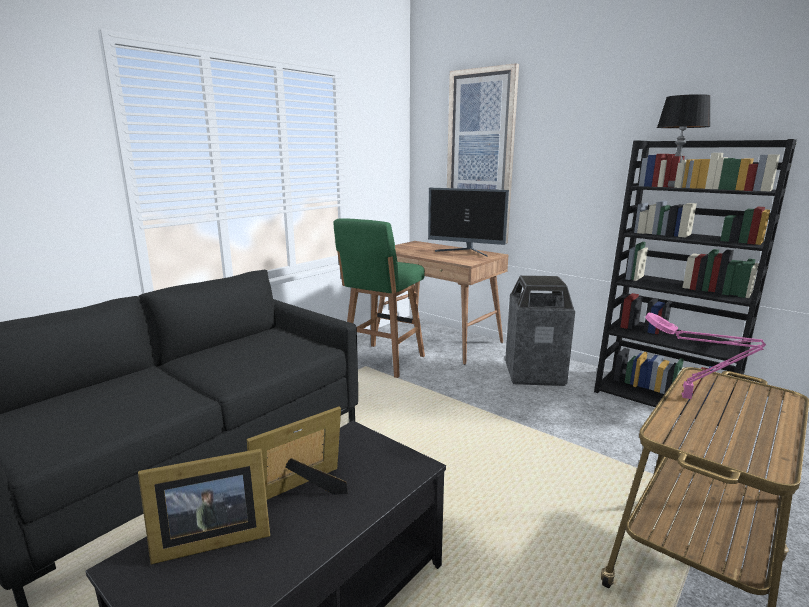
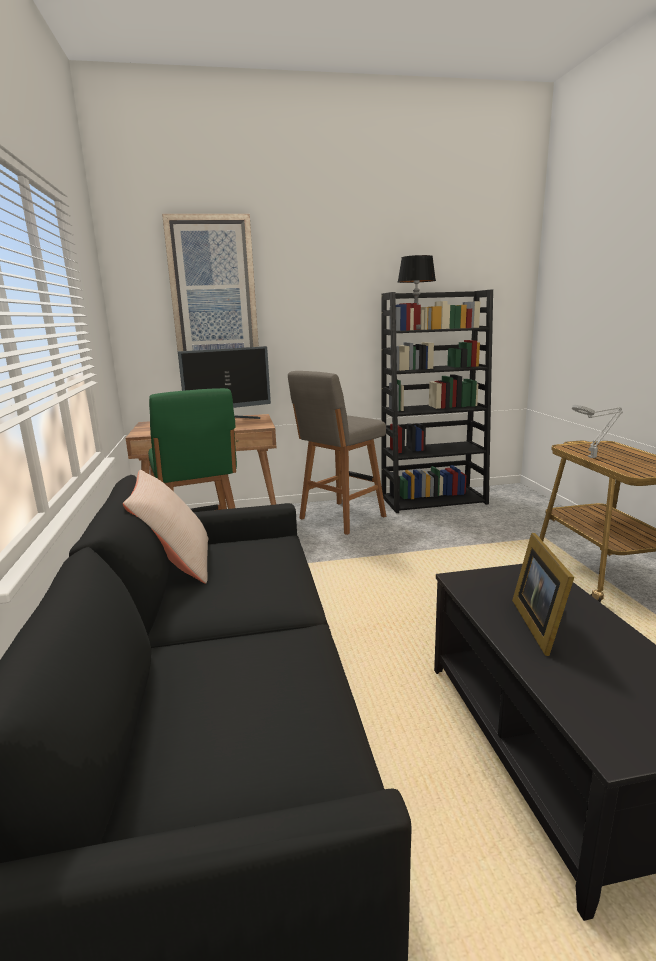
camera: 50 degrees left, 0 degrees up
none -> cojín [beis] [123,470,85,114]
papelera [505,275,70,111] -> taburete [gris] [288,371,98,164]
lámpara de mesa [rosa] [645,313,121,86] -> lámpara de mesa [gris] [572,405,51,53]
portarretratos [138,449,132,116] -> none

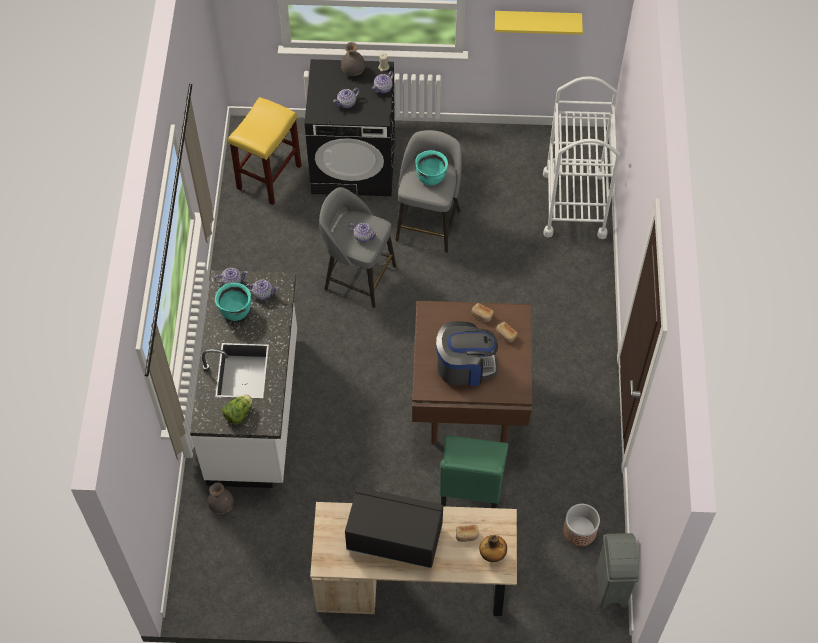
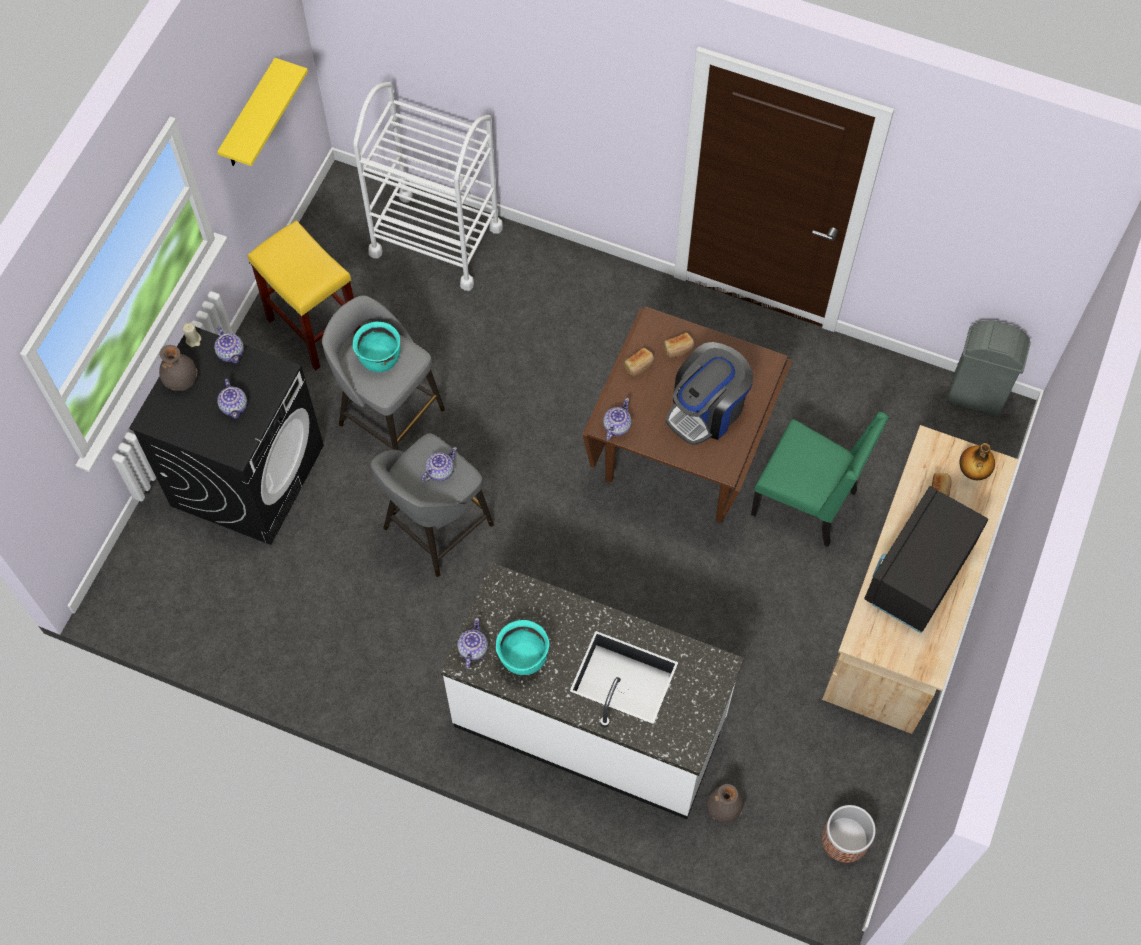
camera: 70 degrees left, 5 degrees up
taburete [amarillo] [228,97,74,108] -> taburete [amarillo] [248,220,113,151], relocated
tetera [246,280,33,20] -> tetera [603,398,29,42], relocated
cafetera [436,321,62,65] -> cafetera [666,342,88,103], 150 degrees counterclockwise
maceta [563,504,37,43] -> maceta [822,805,54,58], relocated
lechuga [222,395,31,30] -> none

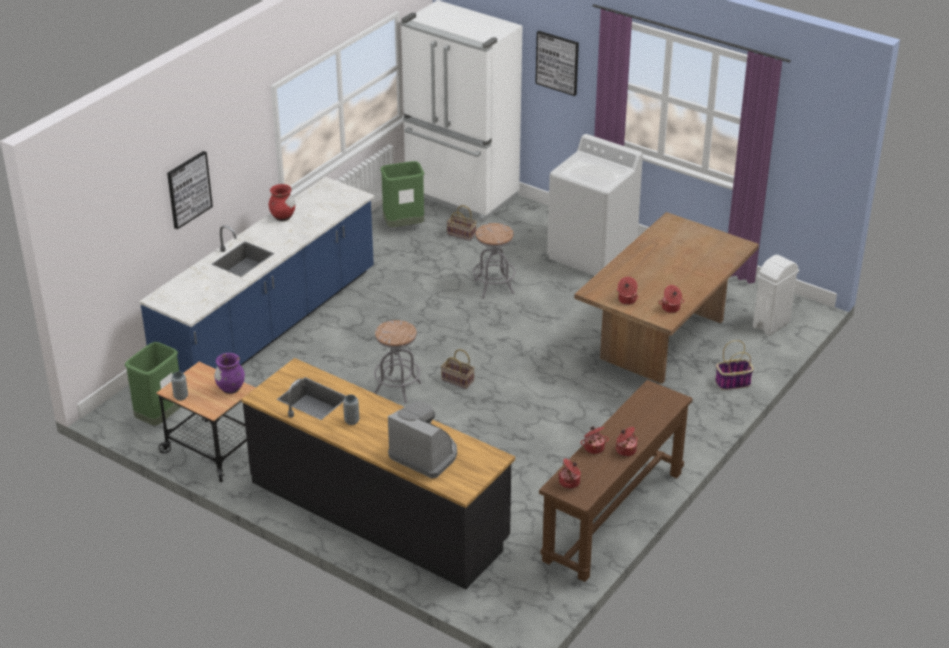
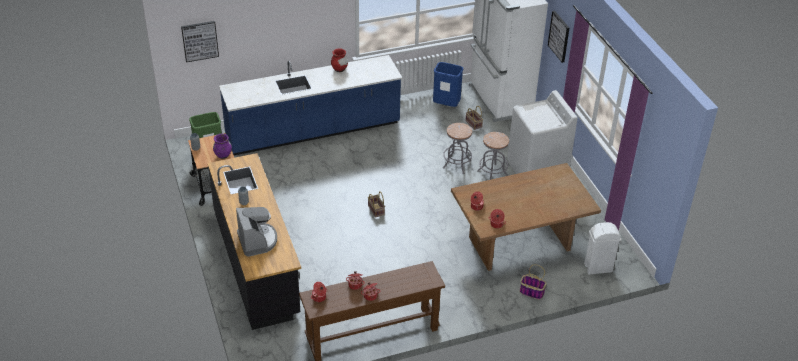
camera: 35 degrees right, 5 degrees up
cuadro [167,151,46,79] -> cuadro [181,21,38,41], relocated
papelera [verde] [380,161,44,66] -> papelera [azul] [433,62,31,45]
taburete [gris] [374,320,48,83] -> taburete [gris] [477,132,32,48], relocated

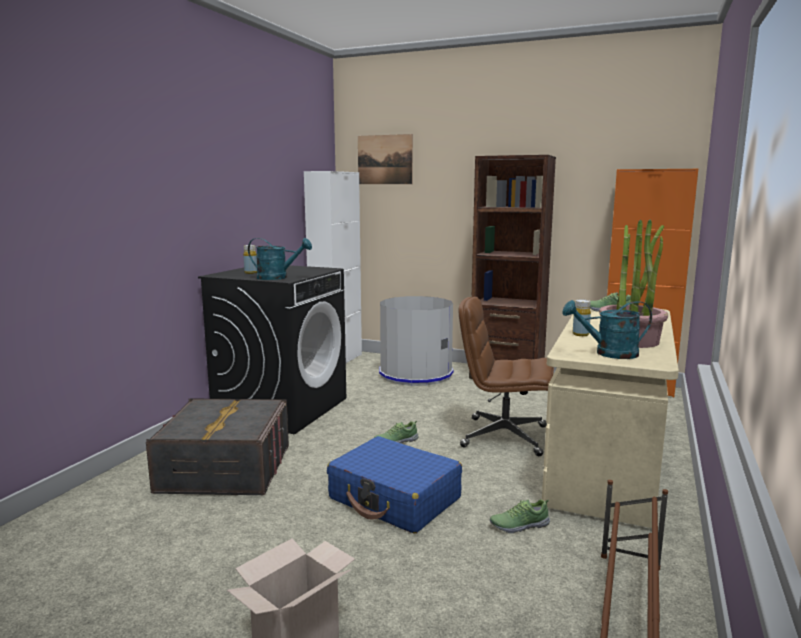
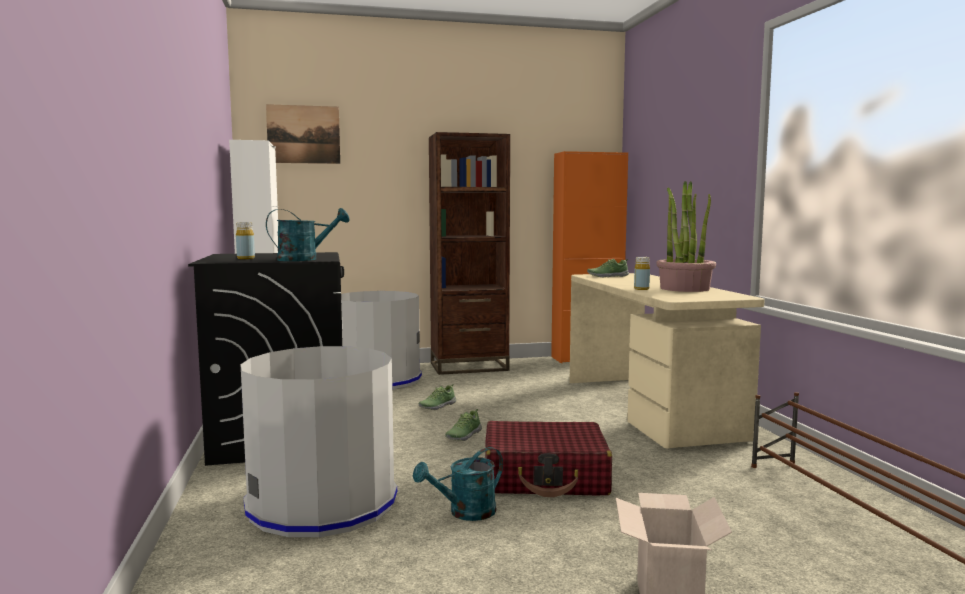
camera: 35 degrees left, 5 degrees down
caja de almacenaje [gris] [146,399,143,96] -> papelera [gris] [240,346,157,191]
regadera [turquesa] [563,300,89,59] -> regadera [turquesa] [413,447,90,74], relocated
zapato [490,499,60,34] -> zapato [419,384,37,26], relocated
maleta [azul] [327,436,135,98] -> maleta [rojo] [485,421,127,76]
silla de oficina [marrón] [459,297,95,159] -> none

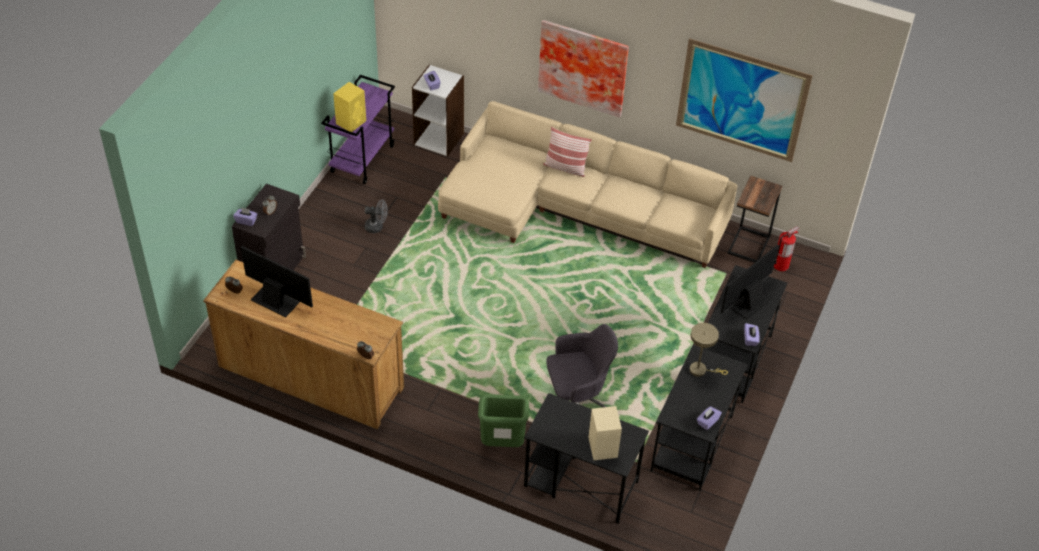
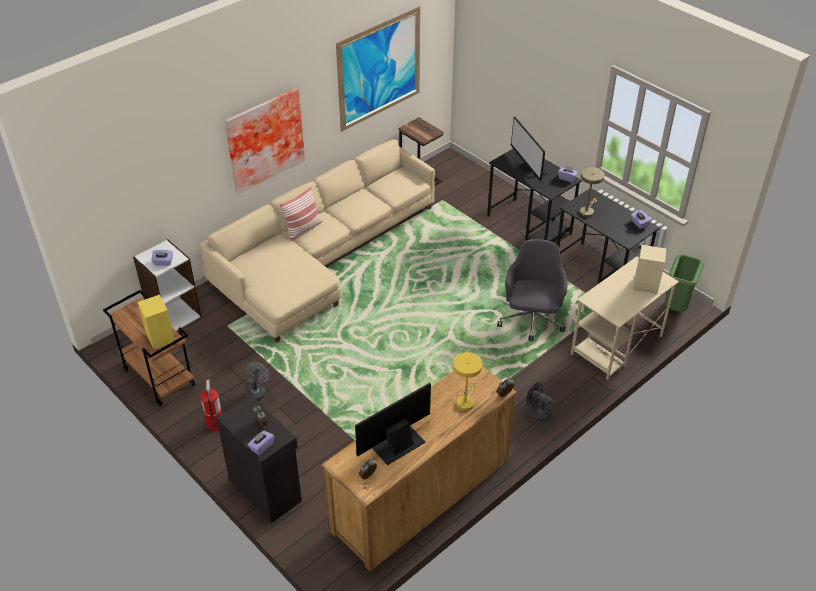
camera: 65 degrees left, 5 degrees down
carrito [morado] [321,75,74,109] -> carrito [marrón] [103,290,92,117]
extintor [774,226,25,45] -> extintor [201,380,21,50], relocated
none -> lámpara de mesa [amarillo] [453,352,30,59]
none -> ventilador [negro] [526,382,26,40]
escritorio [negro] [524,393,125,131] -> escritorio [beis] [571,256,108,124]
papelera [verde] [478,394,51,53] -> papelera [verde] [665,254,39,58], relocated

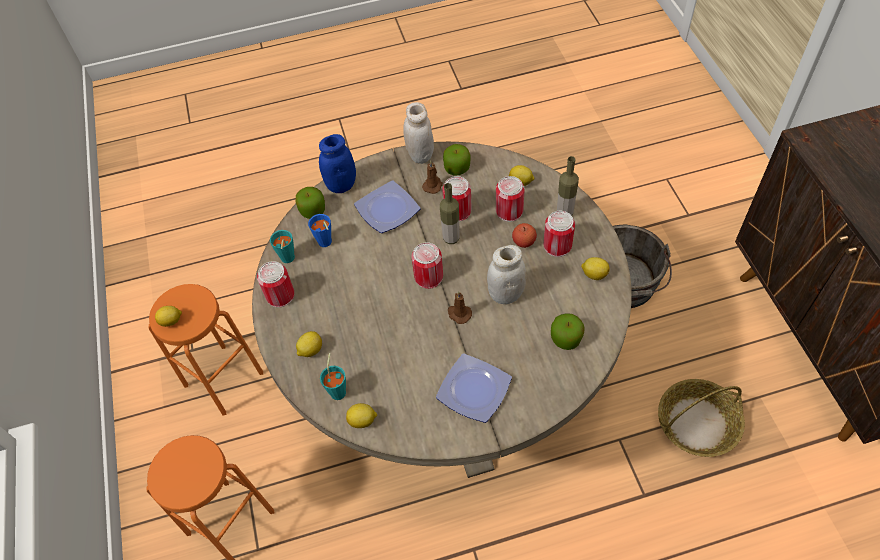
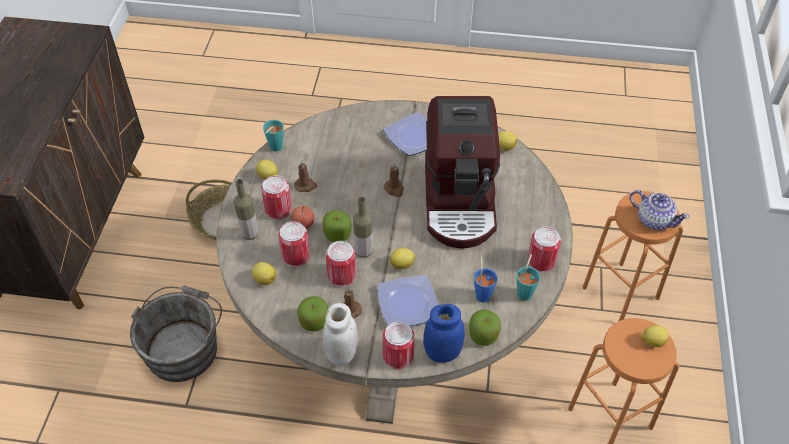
camera: 160 degrees left, 5 degrees down
taza [turquesa] [320,353,26,47] -> taza [turquesa] [263,120,21,31], relocated
none -> vela [marrón] [294,161,24,31]
manzana [551,313,34,37] -> manzana [322,210,29,32], relocated
lata [412,242,31,47] -> lata [383,322,32,47], relocated
limón [296,331,26,26] -> limón [390,248,26,22], relocated
none -> cafetera [425,96,75,153]
none -> tetera [630,190,60,40]
tarro [blanco] [487,245,39,59] -> none

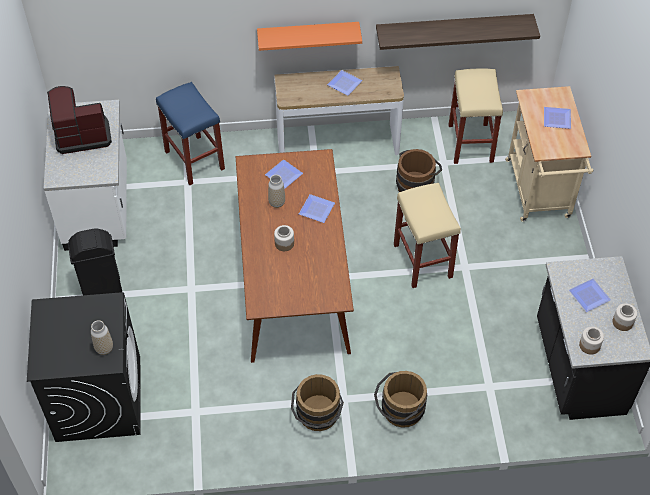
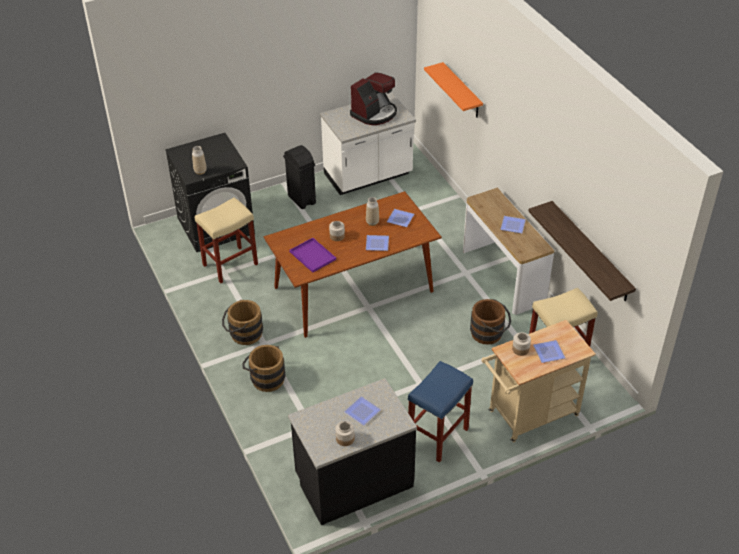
camera: 70 degrees right, 10 degrees down
taburete [beis] [394,183,67,105] -> taburete [beis] [195,197,63,86], relocated
none -> bandeja [morado] [289,238,47,35]
cafetera [47,86,65,68] -> cafetera [350,72,47,53], 75 degrees clockwise
taburete [azul] [156,82,69,103] -> taburete [azul] [408,361,65,102], relocated
estante [naranja] [257,22,105,29] -> estante [naranja] [424,62,59,56], relocated
tarro [579,327,25,28] -> tarro [512,332,19,24], relocated

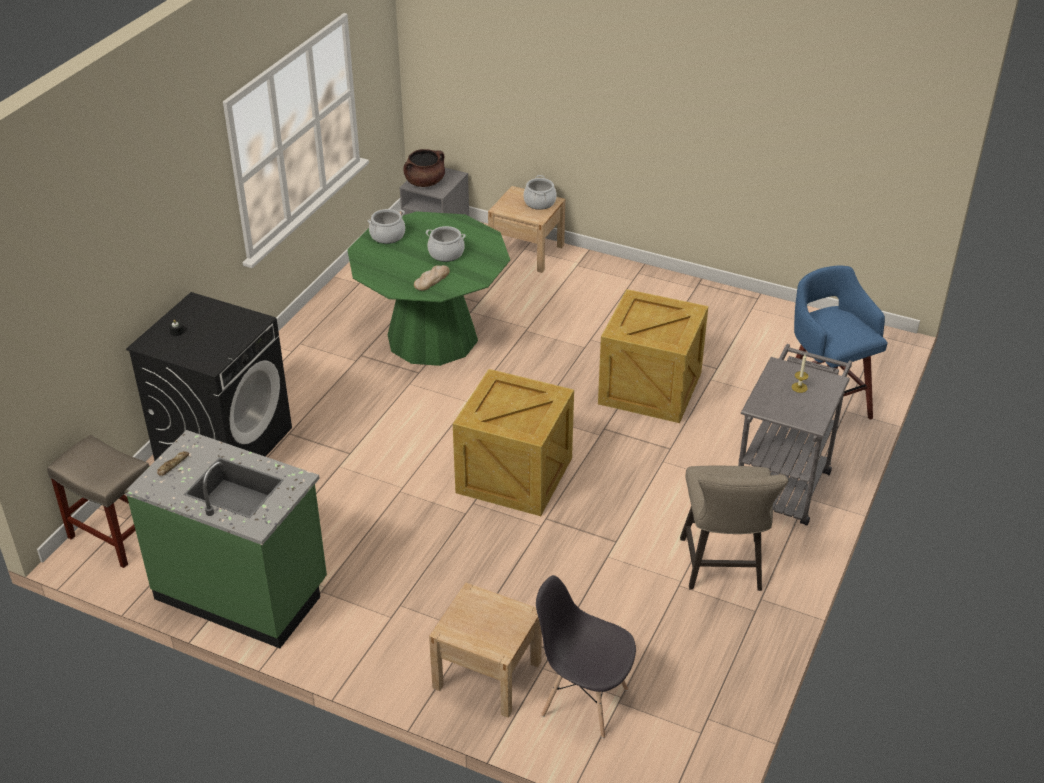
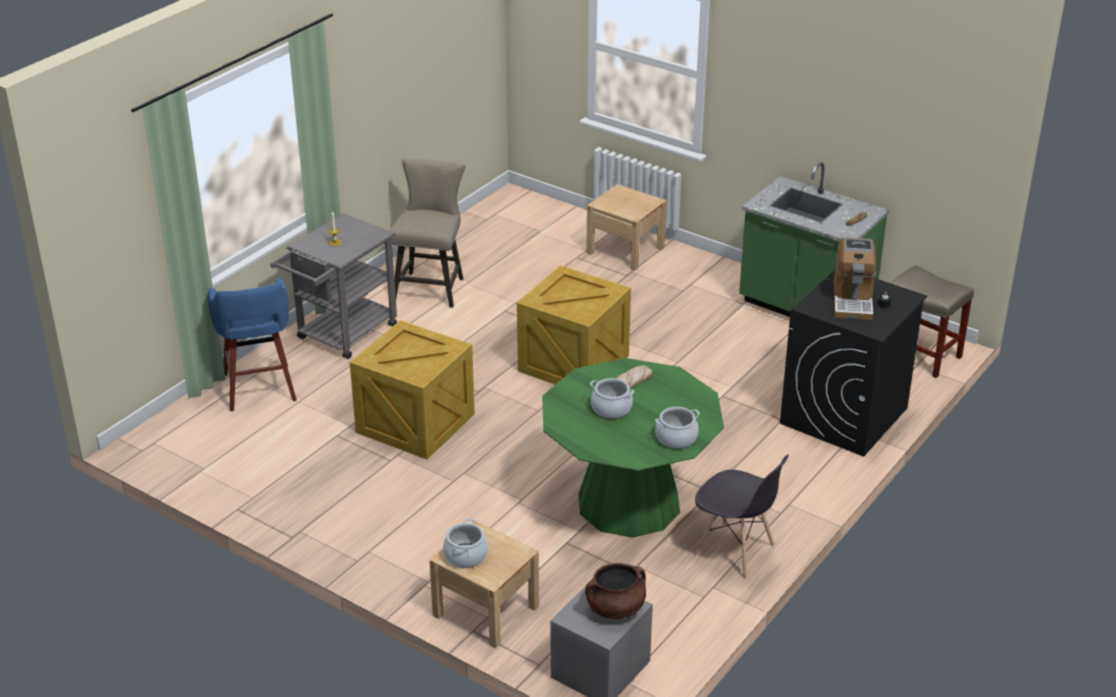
camera: 170 degrees left, 5 degrees down
silla [gris] [536,575,100,163] -> silla [gris] [694,454,95,124], relocated
none -> cafetera [834,237,42,83]

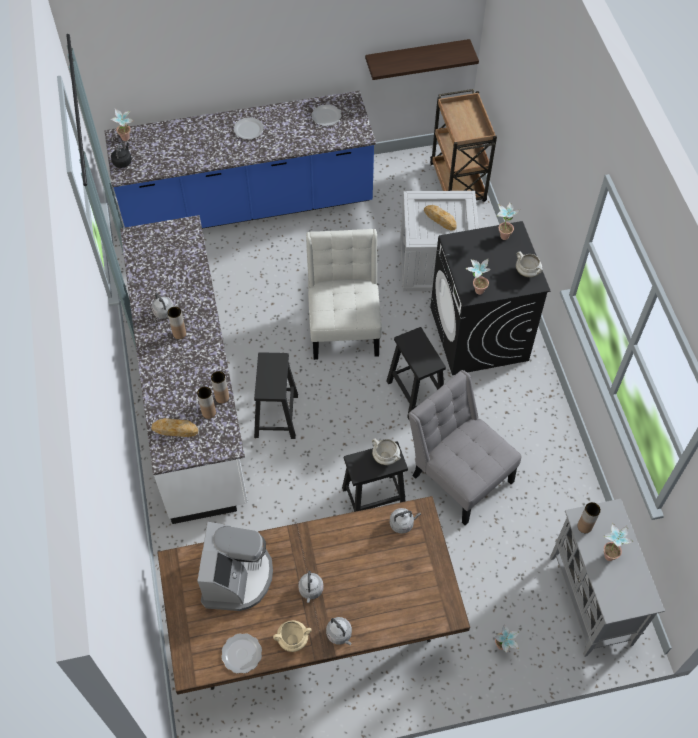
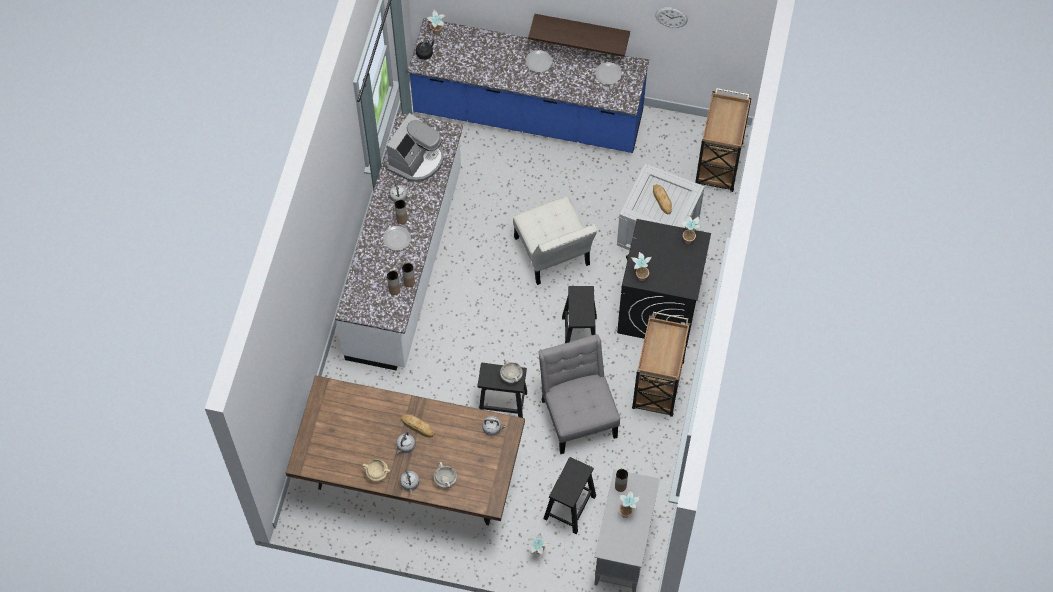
camera: 25 degrees right, 5 degrees up
plato [221,633,41,40] -> plato [383,226,28,25], relocated
cafetera [197,522,76,89] -> cafetera [386,113,58,69], relocated
pan [151,418,47,19] -> pan [401,414,33,24], relocated
olla [blanco] [516,251,27,26] -> olla [blanco] [433,462,24,26], relocated
silla [blanco] [306,229,76,131] -> silla [blanco] [513,196,85,89], 135 degrees clockwise
estante [365,39,114,41] -> estante [528,14,102,43], relocated
taburete [negro] [254,352,44,87] -> taburete [negro] [543,457,53,77], relocated
none -> carrito [marrón] [632,312,58,105]
none -> reloj de pared [655,7,33,21]

